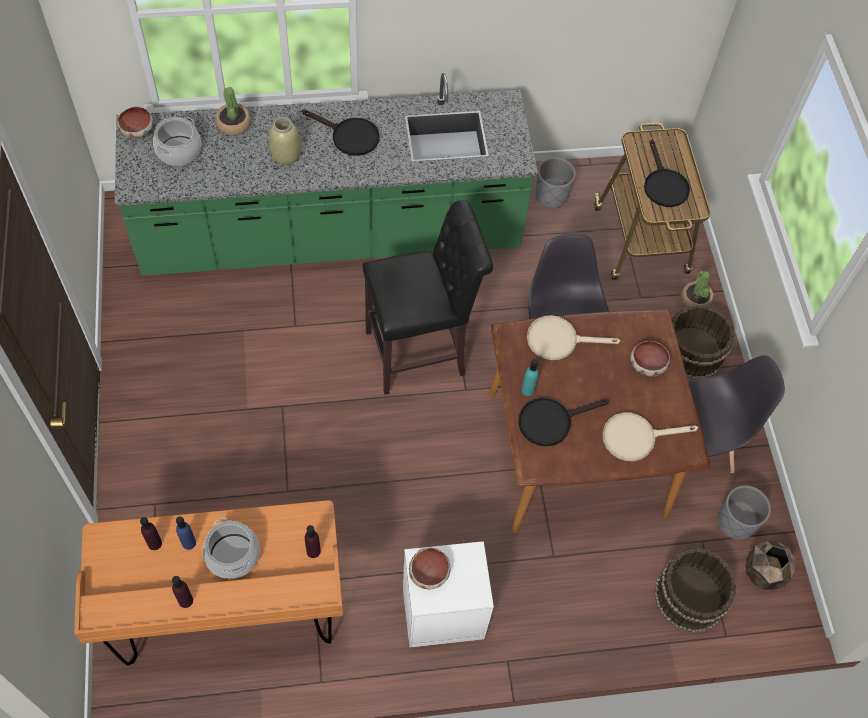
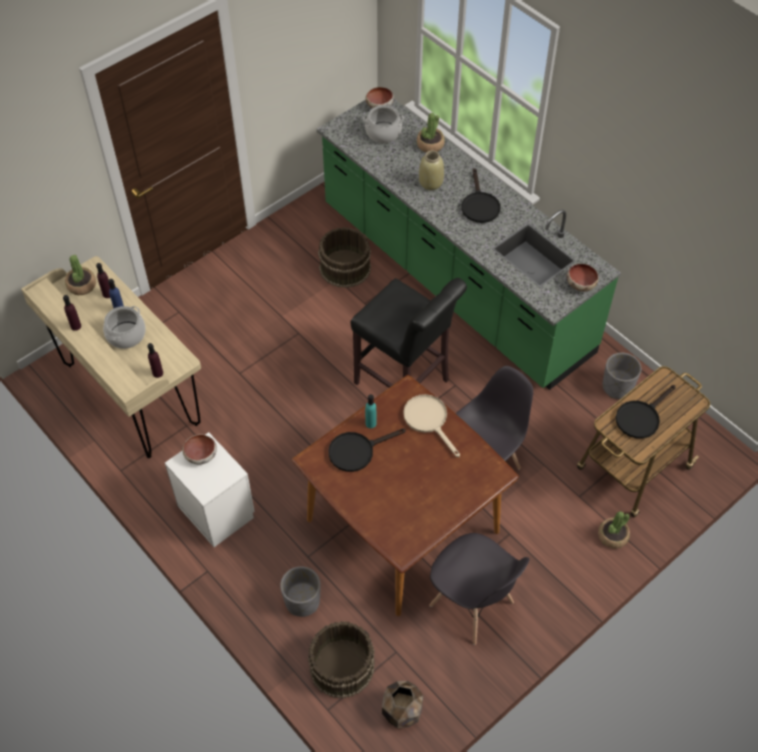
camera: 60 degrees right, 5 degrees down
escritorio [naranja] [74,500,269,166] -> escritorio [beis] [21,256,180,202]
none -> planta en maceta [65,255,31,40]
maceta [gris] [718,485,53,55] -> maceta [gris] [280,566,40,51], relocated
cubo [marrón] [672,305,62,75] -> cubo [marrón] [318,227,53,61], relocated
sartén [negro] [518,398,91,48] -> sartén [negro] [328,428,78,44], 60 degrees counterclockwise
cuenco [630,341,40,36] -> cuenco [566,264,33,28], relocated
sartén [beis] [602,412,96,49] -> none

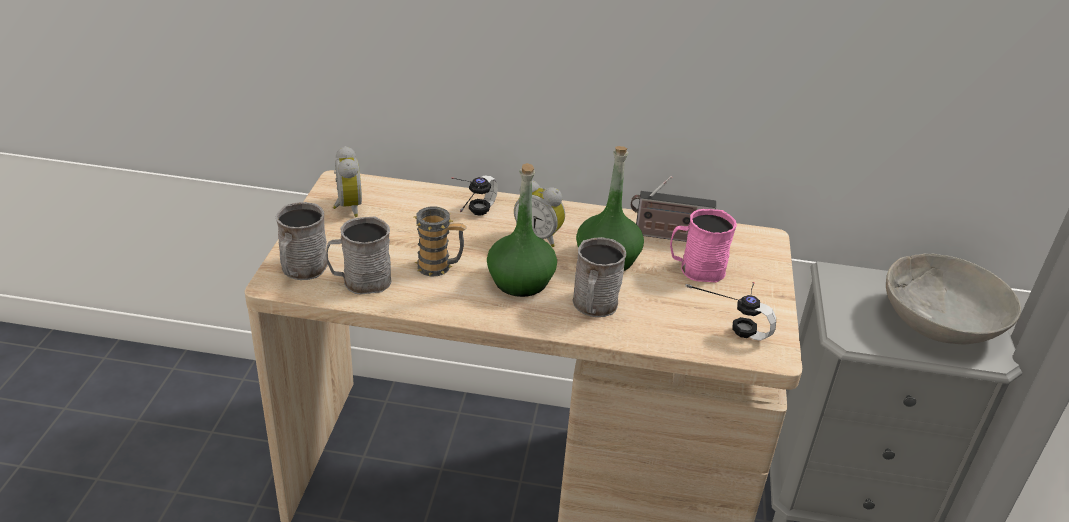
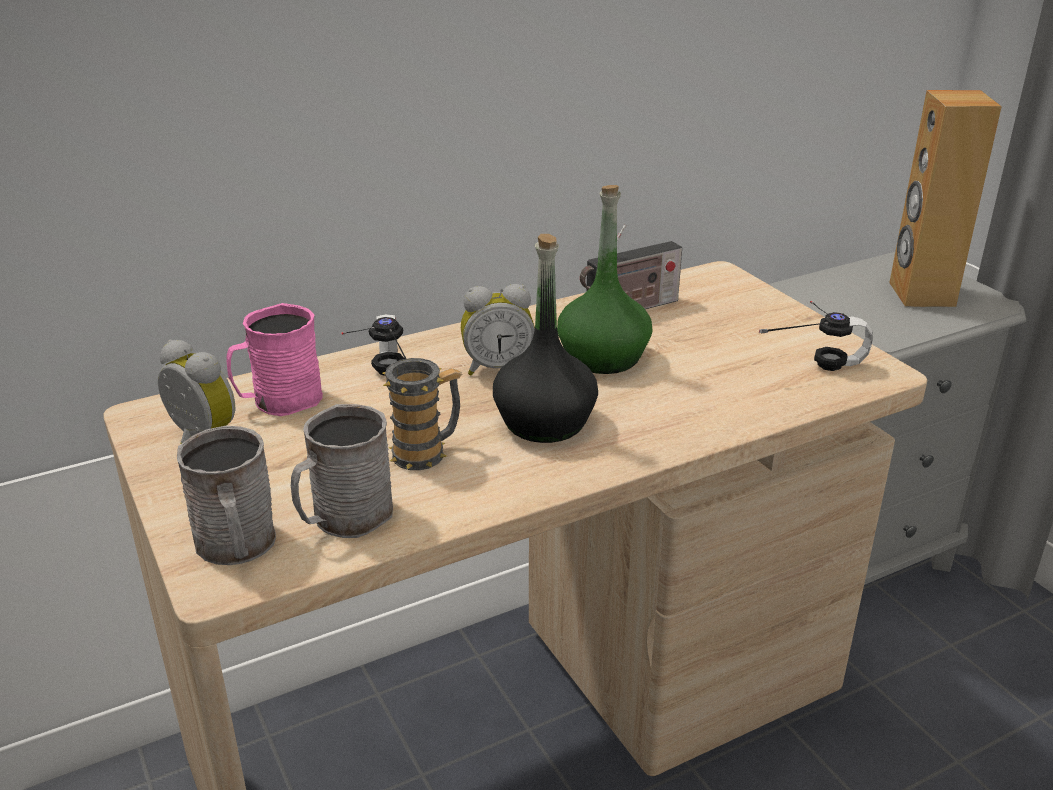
camera: 35 degrees left, 5 degrees down
taza grande [rosa] [670,209,67,73] -> taza grande [rosa] [227,303,96,113], relocated
botella [verde] [487,163,70,134] -> botella [negro] [493,234,105,209]
cuenco [gris] [886,254,135,90] -> altavoz [marrón] [889,90,113,217]
taza grande [gris] [572,237,54,80] -> none

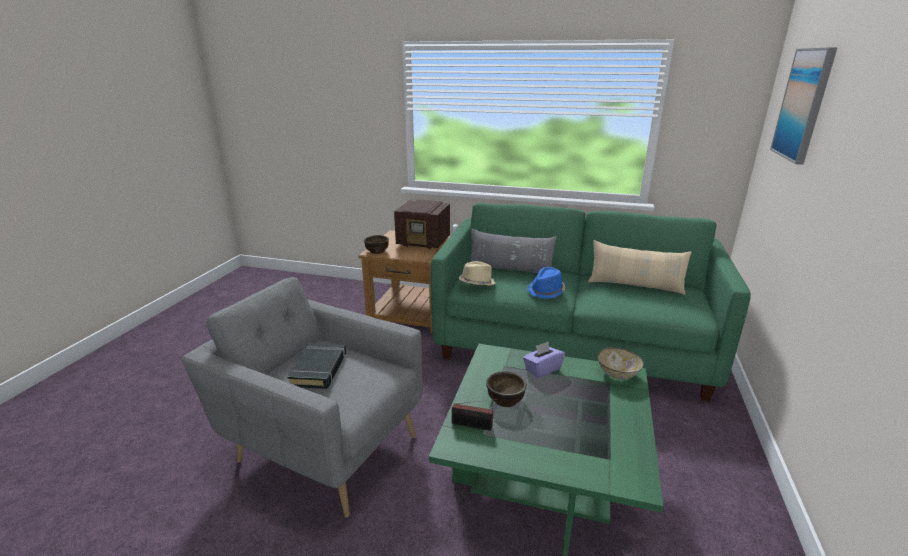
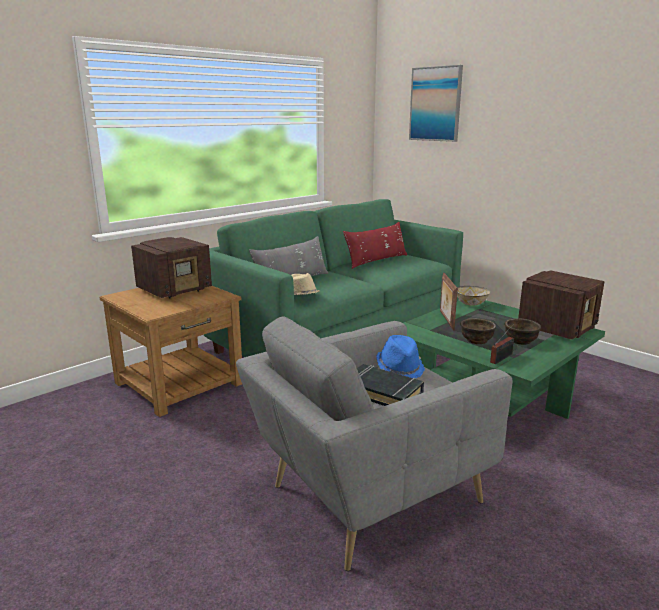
camera: 60 degrees left, 5 degrees down
cojín [beis] [588,240,103,55] -> cojín [rojo] [343,222,64,47]
sombrero [azul] [528,267,37,32] -> sombrero [azul] [376,335,49,44], relocated
caja de pañuelos [morado] [523,341,42,37] -> portarretratos [440,273,18,58]
cuenco [marrón] [364,235,25,19] -> cuenco [marrón] [505,318,36,27], relocated
none -> radio [518,270,87,70]

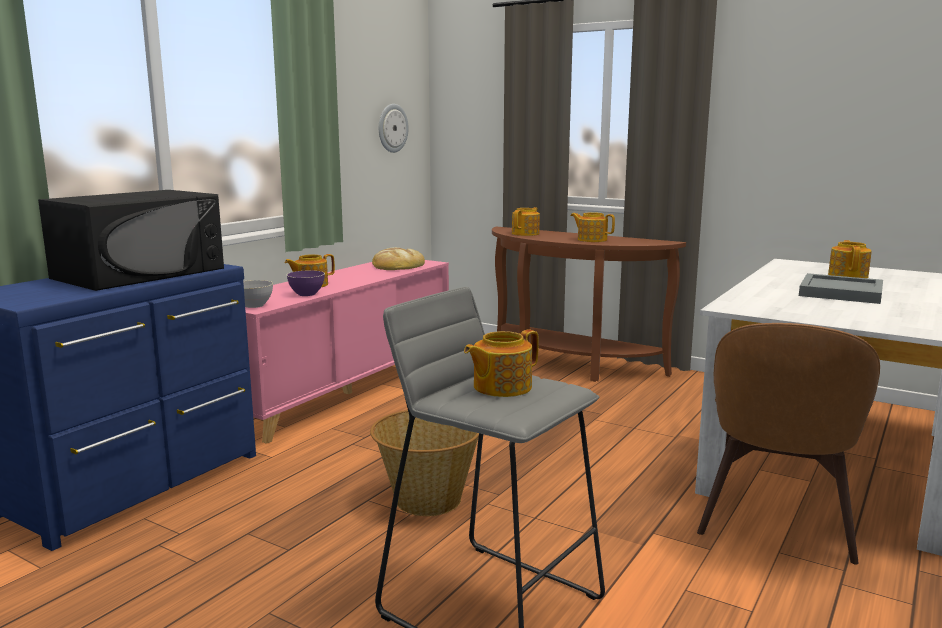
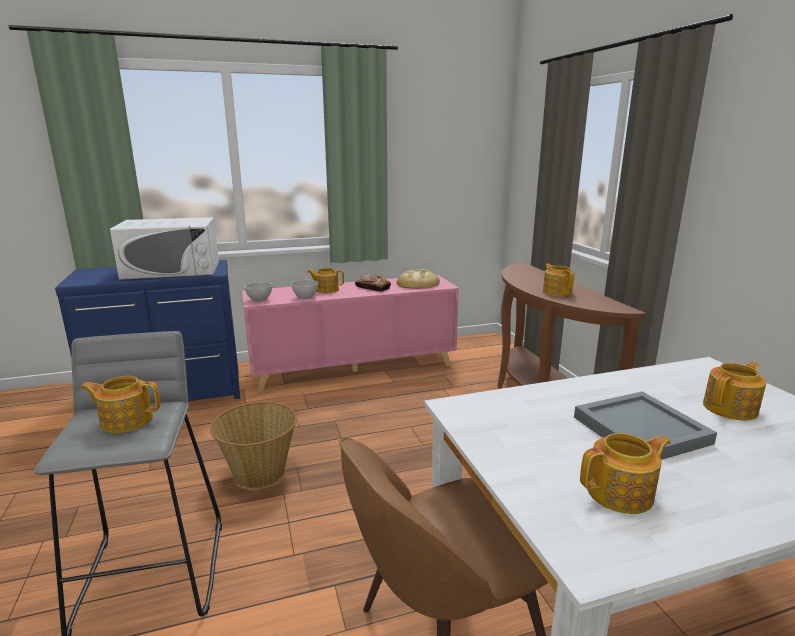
camera: 40 degrees right, 5 degrees up
microondas [negro] [38,190,186,101] -> microondas [blanco] [110,217,109,63]
cuenco [morado] [287,270,38,26] -> cuenco [gris] [291,280,27,19]
none -> pan [355,274,36,18]
tetera [512,207,28,29] -> tetera [580,433,91,81], relocated
reloj de pared [379,104,30,49] -> none

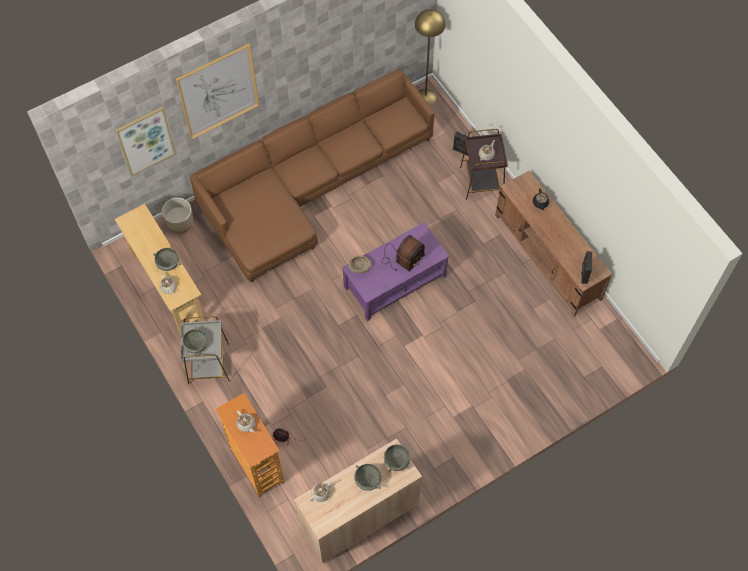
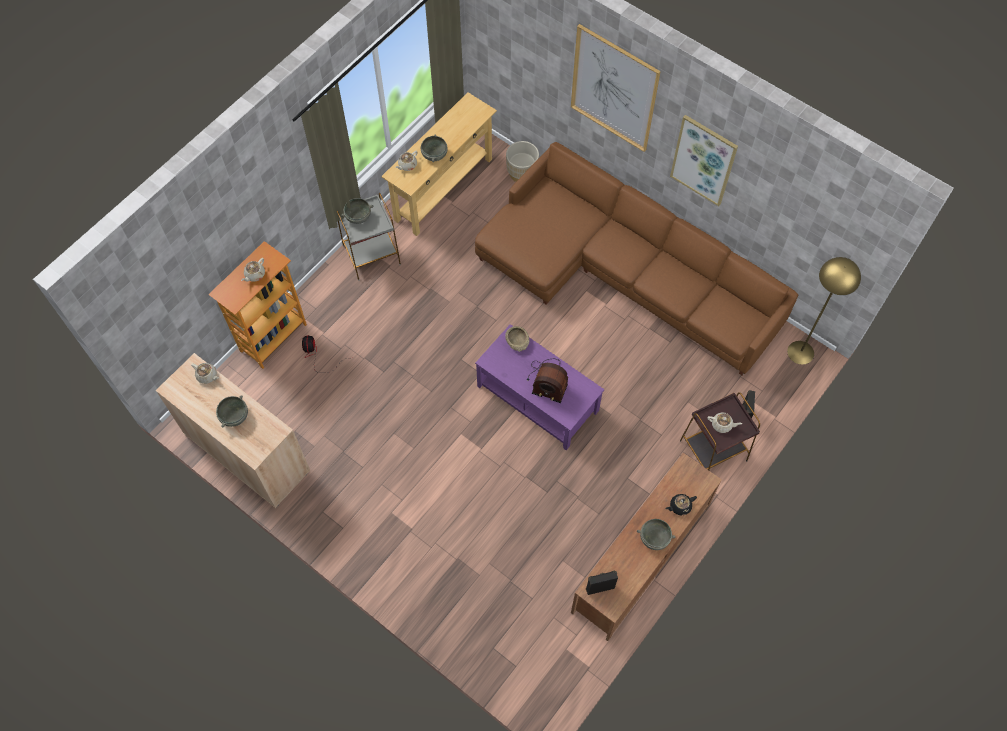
camera: 70 degrees right, 0 degrees up
cuenco [gris] [384,444,27,28] -> cuenco [gris] [637,519,39,31], relocated
cuadro [116,107,60,69] -> cuadro [670,115,68,91], relocated

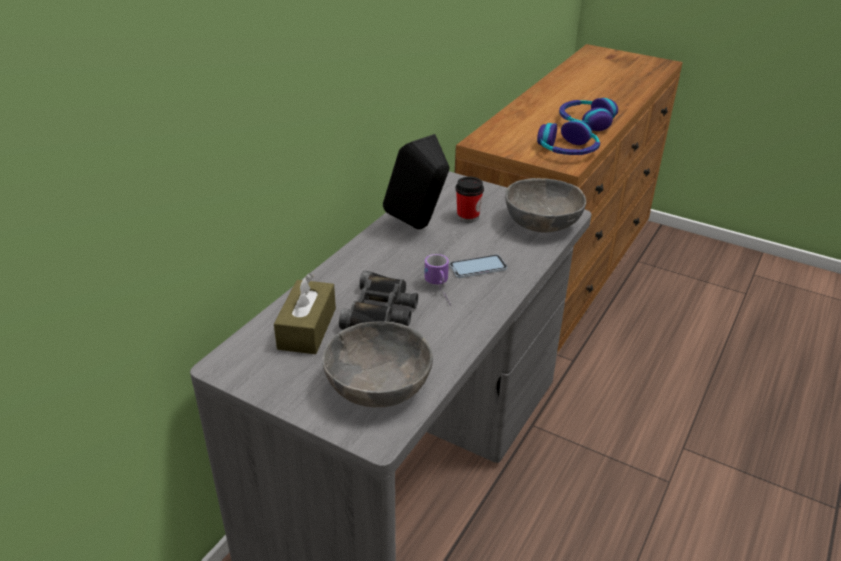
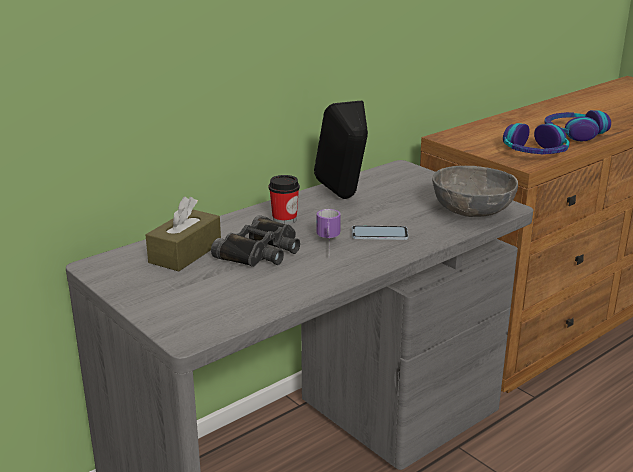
camera: 20 degrees right, 10 degrees down
taza [456,177,28,46] -> taza [269,175,31,49], relocated
cuenco [gris] [322,321,111,86] -> none

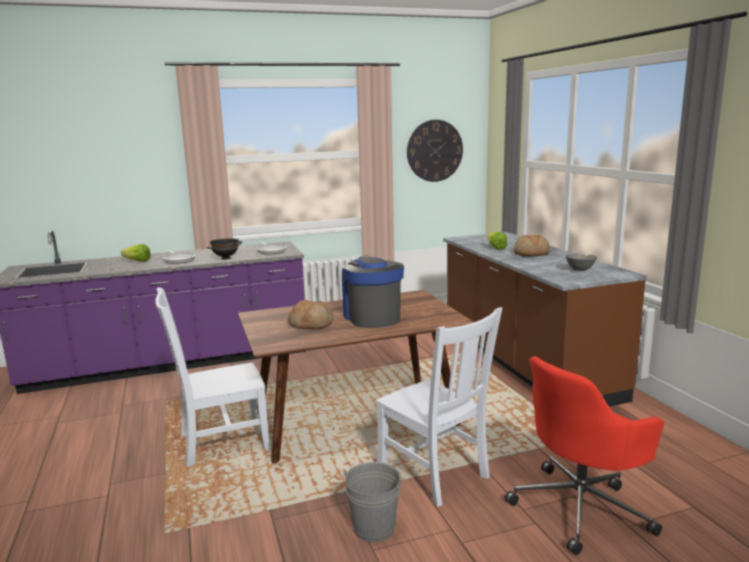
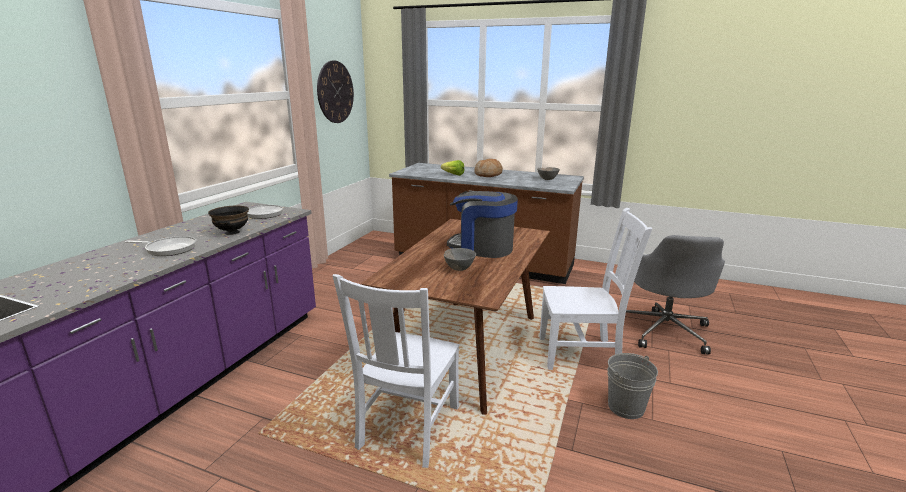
camera: 50 degrees left, 5 degrees up
pan [288,300,45,29] -> cuenco [gris] [444,248,32,23]
silla de oficina [rojo] [505,356,159,199] -> silla de oficina [gris] [626,235,99,120]
lechuga [121,244,30,18] -> none

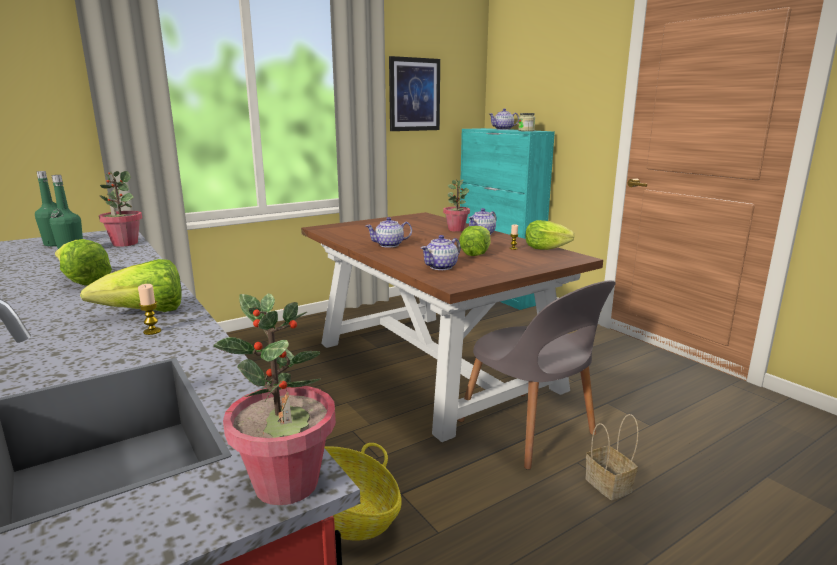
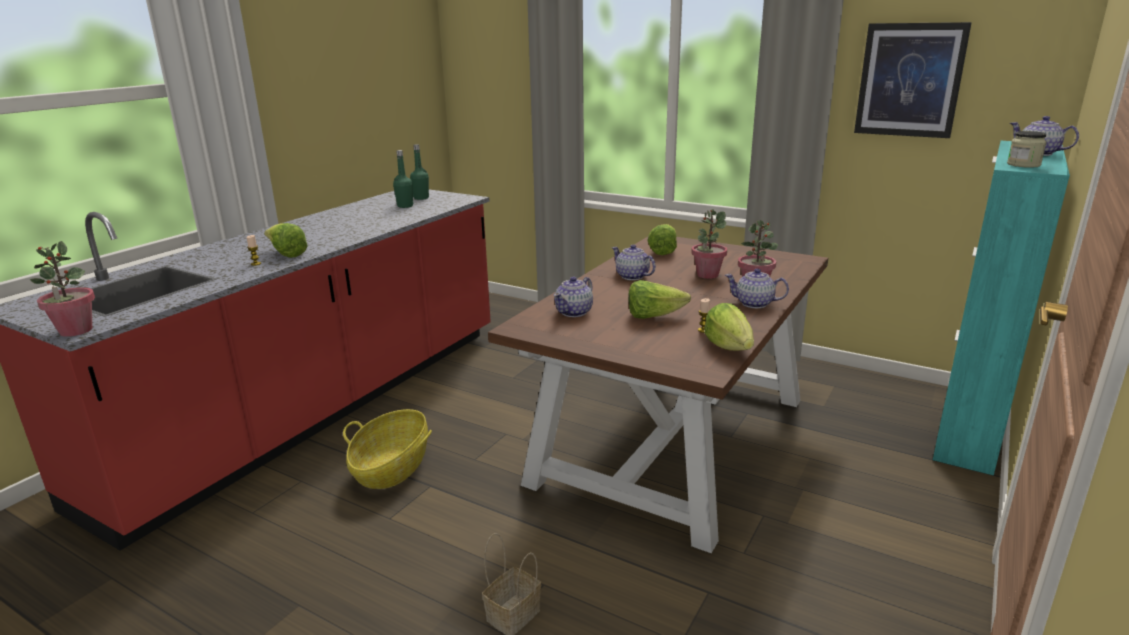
camera: 65 degrees right, 5 degrees up
tetera [421,235,40,35] -> tetera [554,277,39,40], 75 degrees counterclockwise
lechuga [55,239,57,47] -> lechuga [647,224,30,31], relocated
planta en maceta [99,171,43,76] -> planta en maceta [691,209,36,70], relocated
silla [gris] [458,280,158,190] -> none

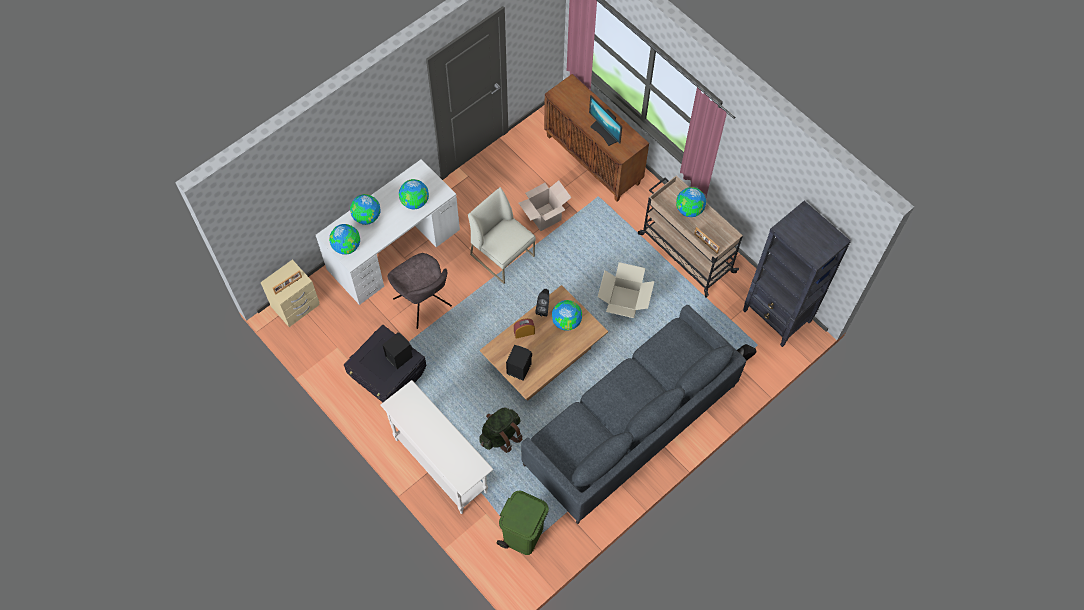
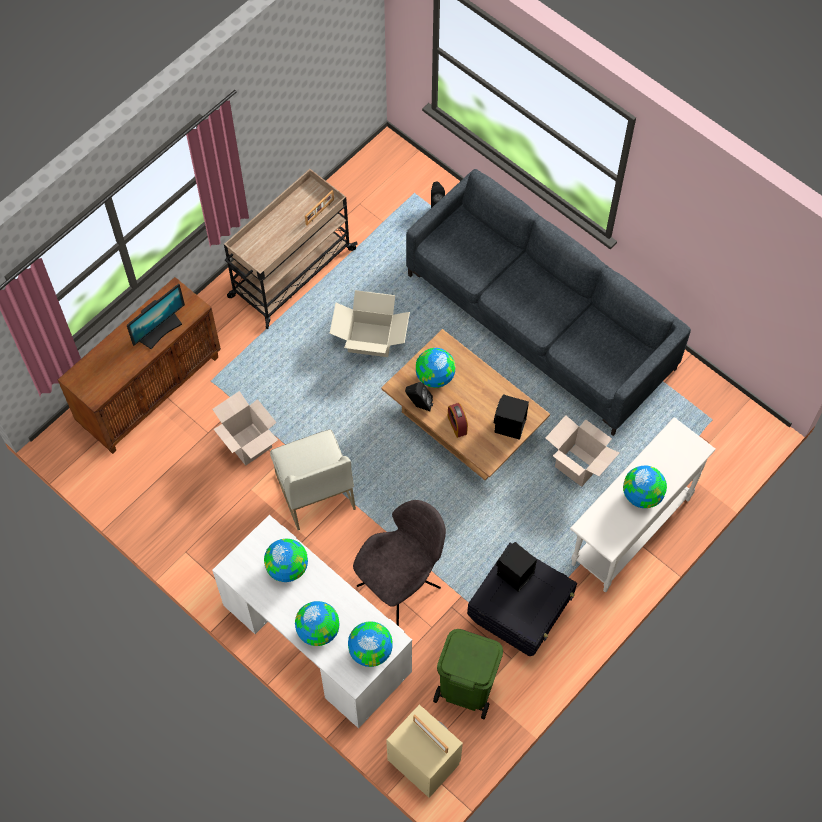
camera: 95 degrees left, 0 degrees up
silla [blanco] [468,187,68,97] -> silla [blanco] [270,429,86,101], 60 degrees counterclockwise
papelera [verde] [496,490,53,65] -> papelera [verde] [433,629,70,90], relocated
mochila [verde] [479,407,43,46] -> caja de cartón [546,415,73,72]
globo terráqueo [676,187,30,30] -> globo terráqueo [623,465,44,43], relocated
estantería [negro] [743,201,108,146] -> none

